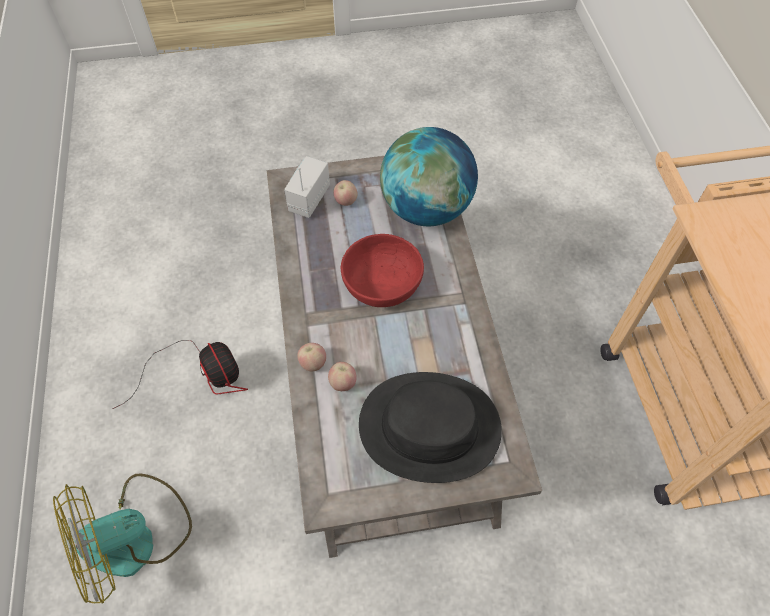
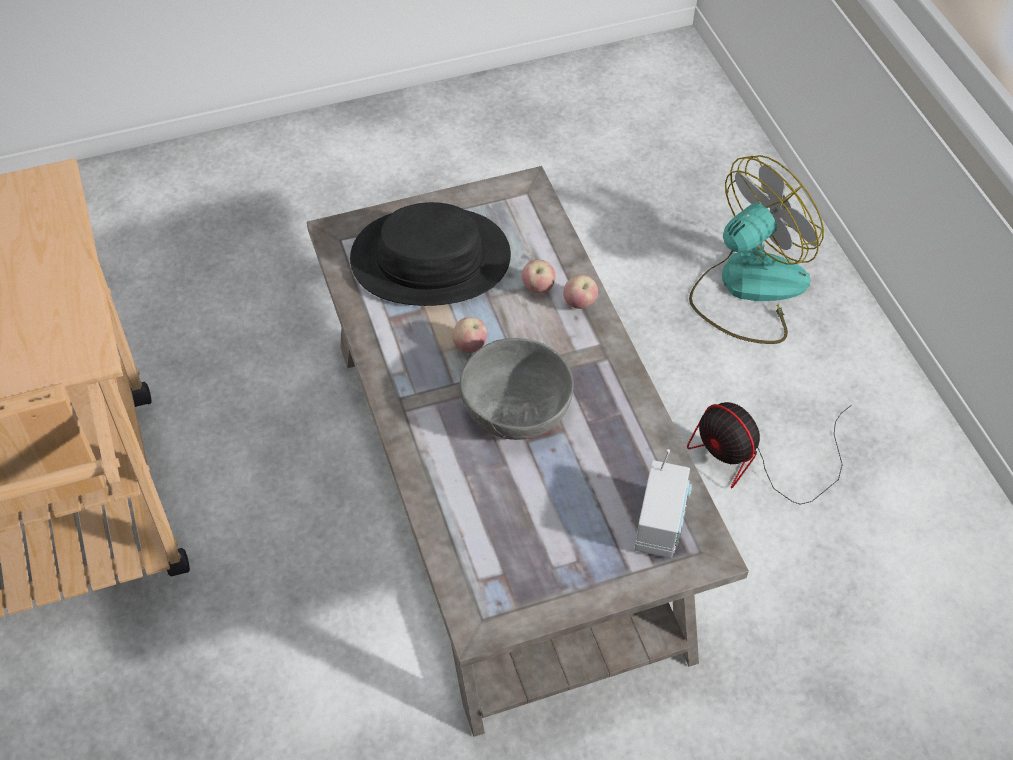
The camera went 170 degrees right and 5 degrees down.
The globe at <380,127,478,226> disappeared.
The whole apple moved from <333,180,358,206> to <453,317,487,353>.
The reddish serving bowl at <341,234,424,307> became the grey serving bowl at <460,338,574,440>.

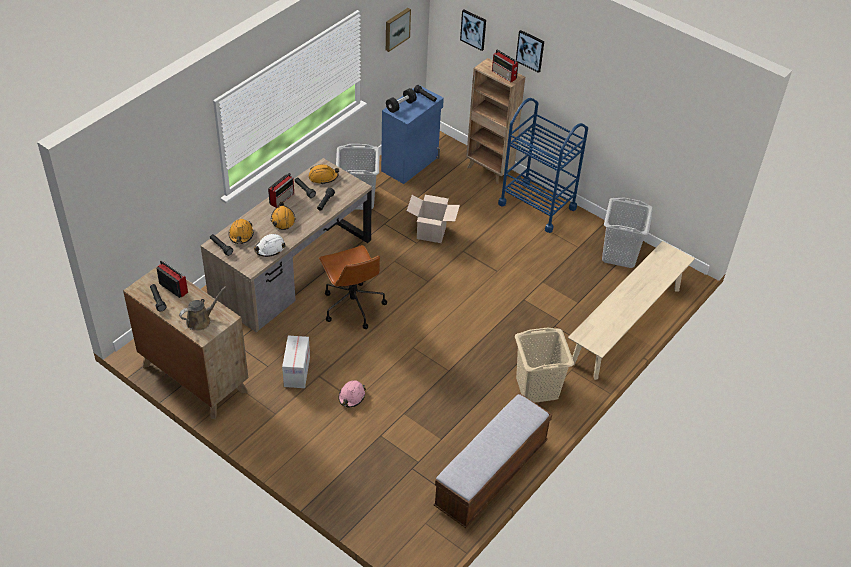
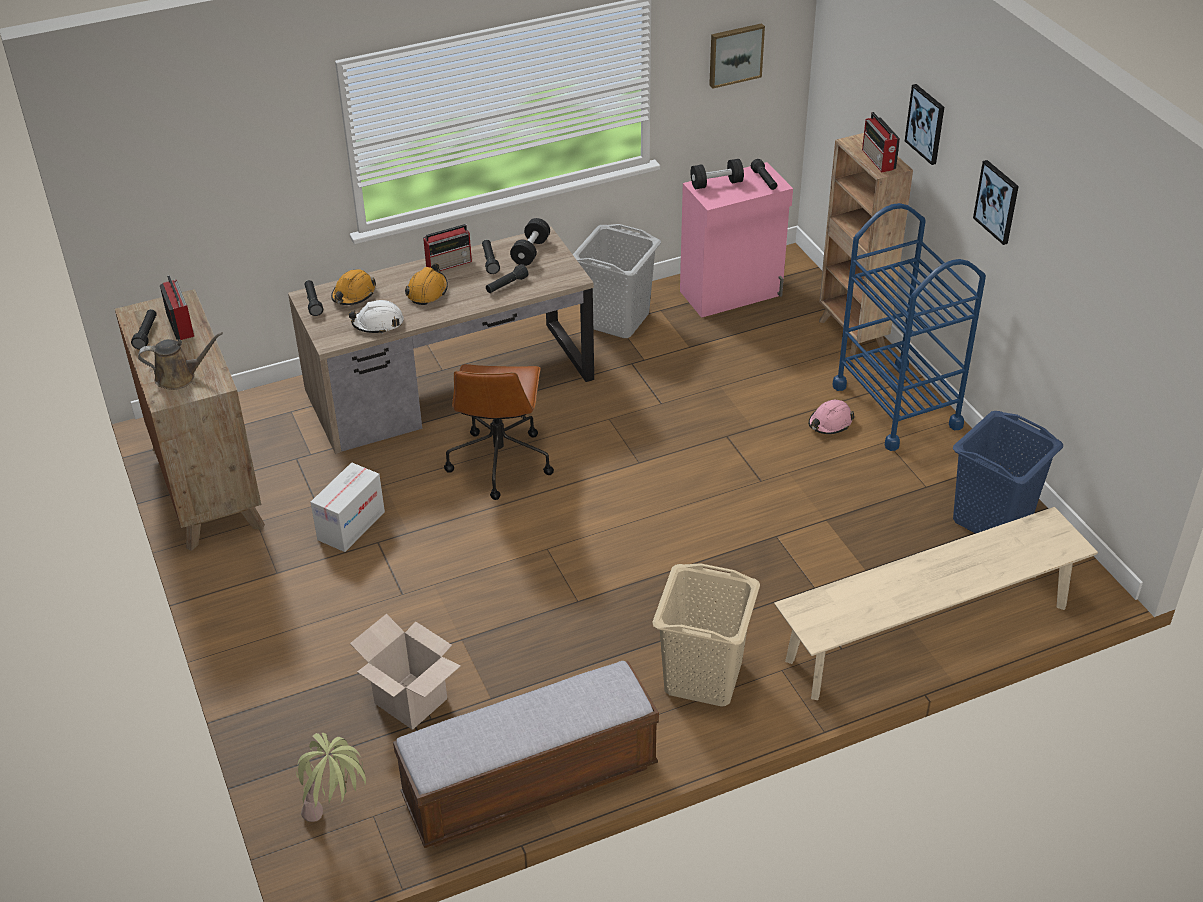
The camera went 30 degrees right and 5 degrees down.
The picture moved from <460,9,486,51> to <973,160,1019,245>.
The blue-coloured cupboard at <381,86,444,184> became the pink cupboard at <680,162,793,318>.
The orange-coloured work helmet at <309,164,339,185> was replaced by the black free weight at <510,218,550,266>.
The carton moved from <407,195,460,243> to <350,614,461,730>.
The grey washing basket at <602,198,653,268> became the blue-coloured washing basket at <953,411,1063,534>.
The pink work helmet moved from <338,380,366,407> to <808,400,854,434>.
The plant in a pot at <296,733,366,822> appeared.

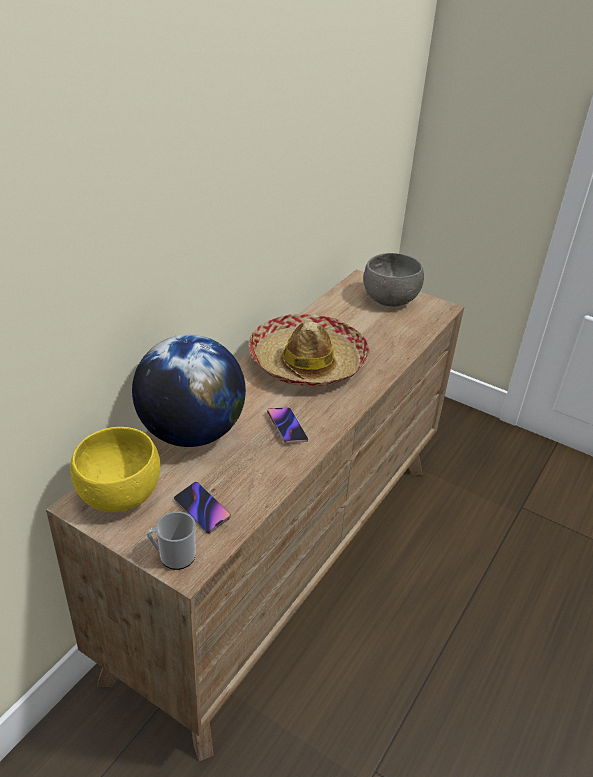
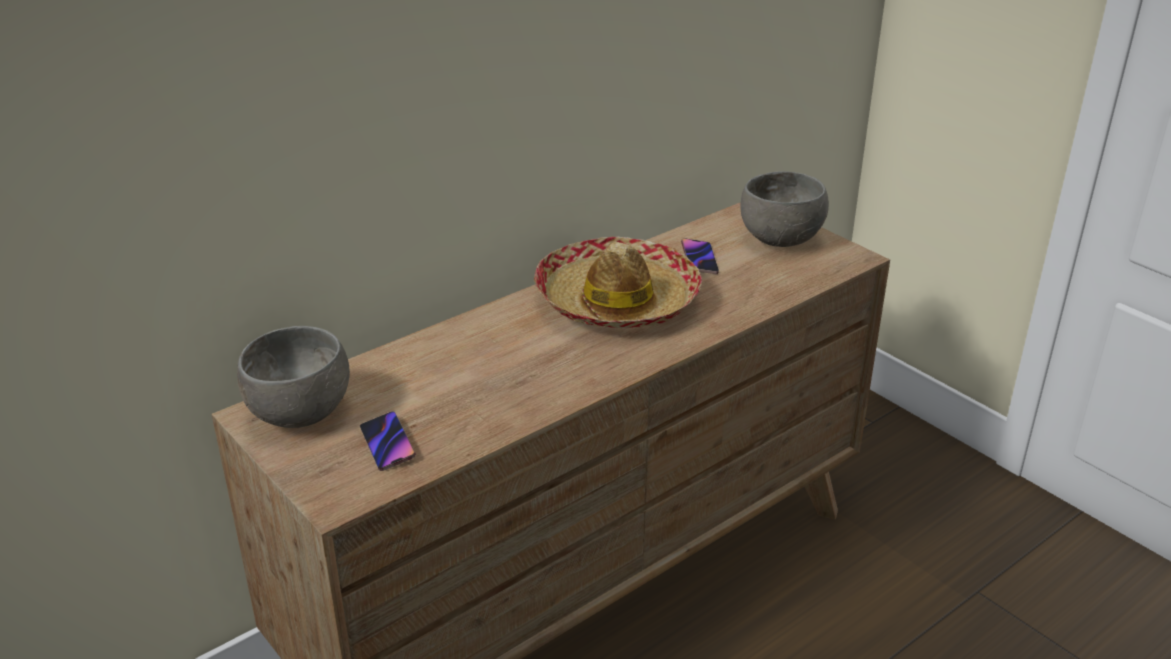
The camera went 20 degrees right and 5 degrees down.
The globe at <132,334,246,447> disappeared.
The telephone moved from <267,407,308,443> to <681,238,719,274>.
The yellow serving bowl at <70,427,160,512> became the grey serving bowl at <237,326,350,428>.
The coffee mug at <147,511,196,570> disappeared.

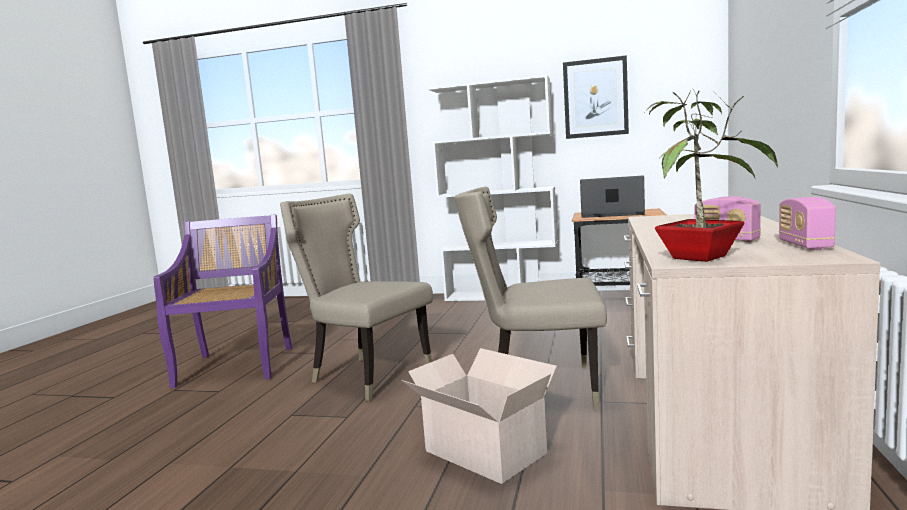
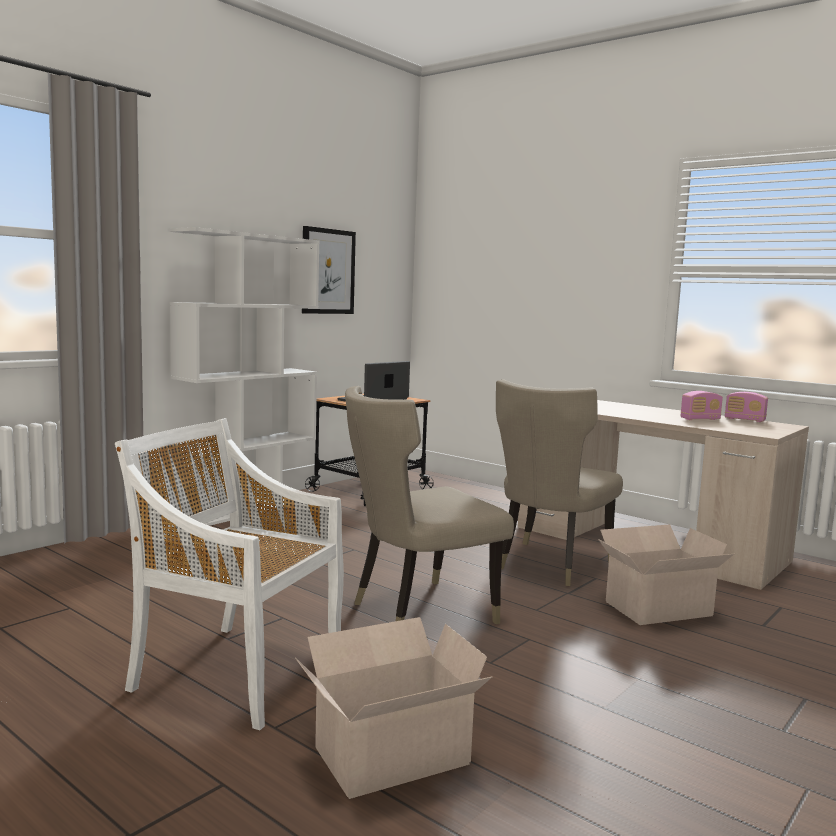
The camera went 65 degrees left and 0 degrees up.
The plant in a pot at <647,88,778,262> disappeared.
The purple-coloured upright chair at <153,214,292,388> became the whitish upright chair at <115,418,344,730>.
The carton at <295,617,492,799> appeared.

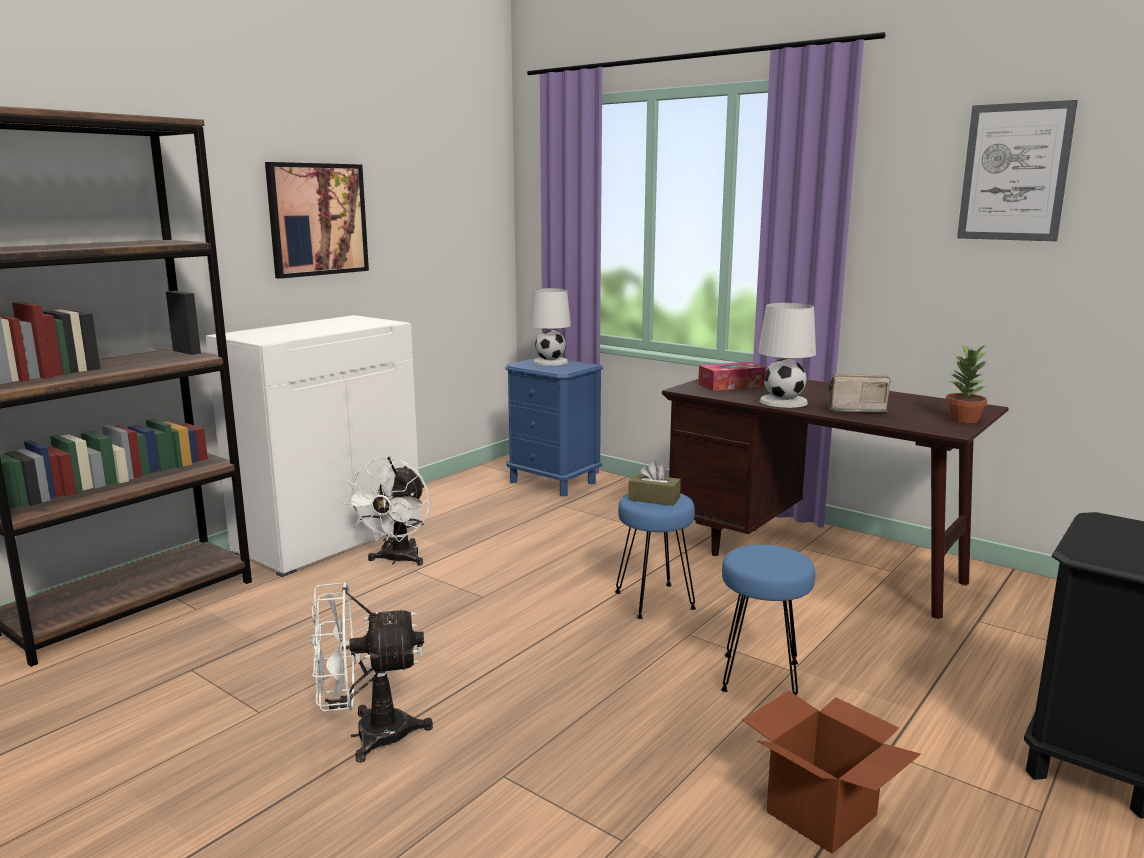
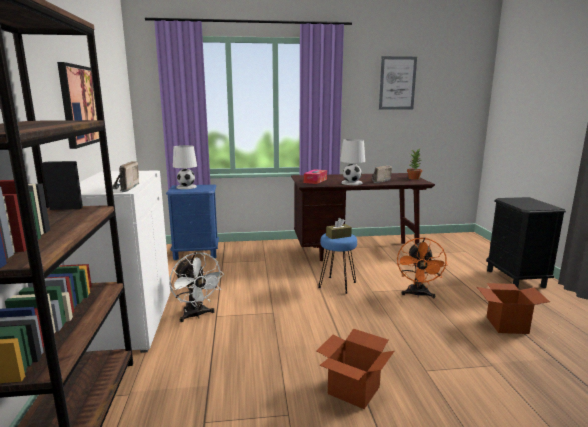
The camera went 45 degrees left and 0 degrees up.
The blue-coloured sitting stool at <721,545,815,696> was replaced by the orange-coloured cooling fan at <397,237,448,298>.
The whitish cooling fan at <310,582,433,763> was replaced by the carton at <316,329,394,409>.
The radio receiver at <112,161,139,192> appeared.

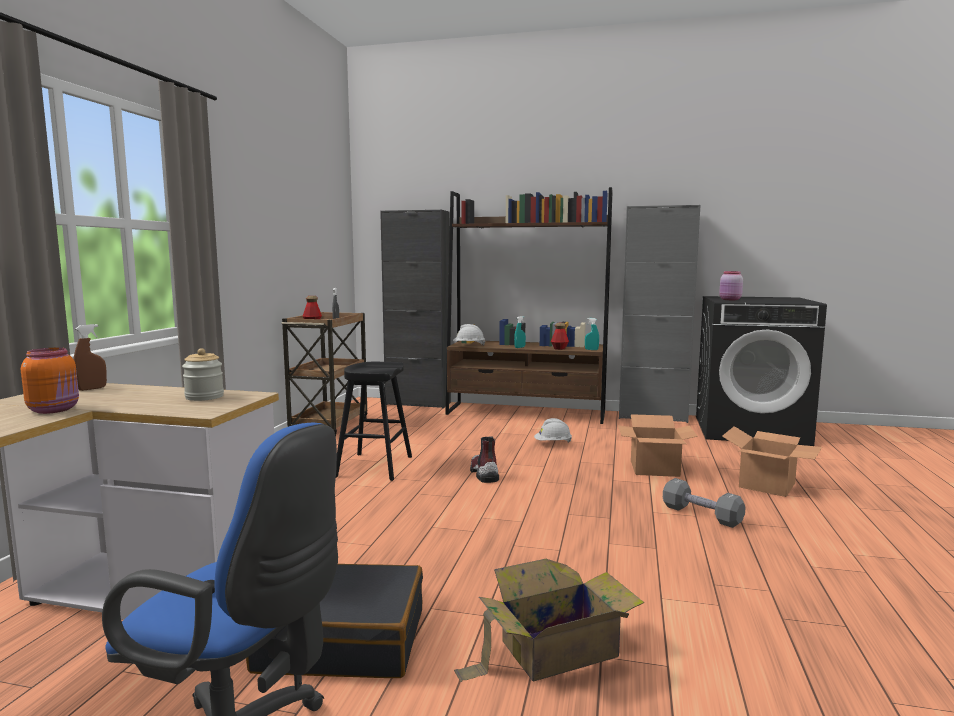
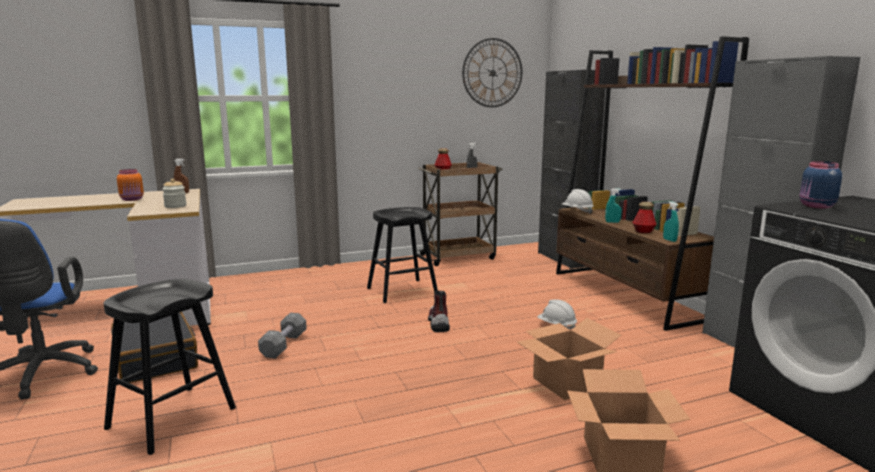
The camera went 55 degrees right and 5 degrees up.
The pink preserve jar at <719,271,743,300> became the blue-coloured preserve jar at <800,161,842,208>.
The boot at <470,436,499,483> turned 45 degrees counterclockwise.
The grey free weight moved from <663,478,746,528> to <258,313,307,358>.
The carton at <454,559,644,682> was replaced by the black sitting stool at <104,279,236,455>.
The wall clock at <462,38,522,107> appeared.

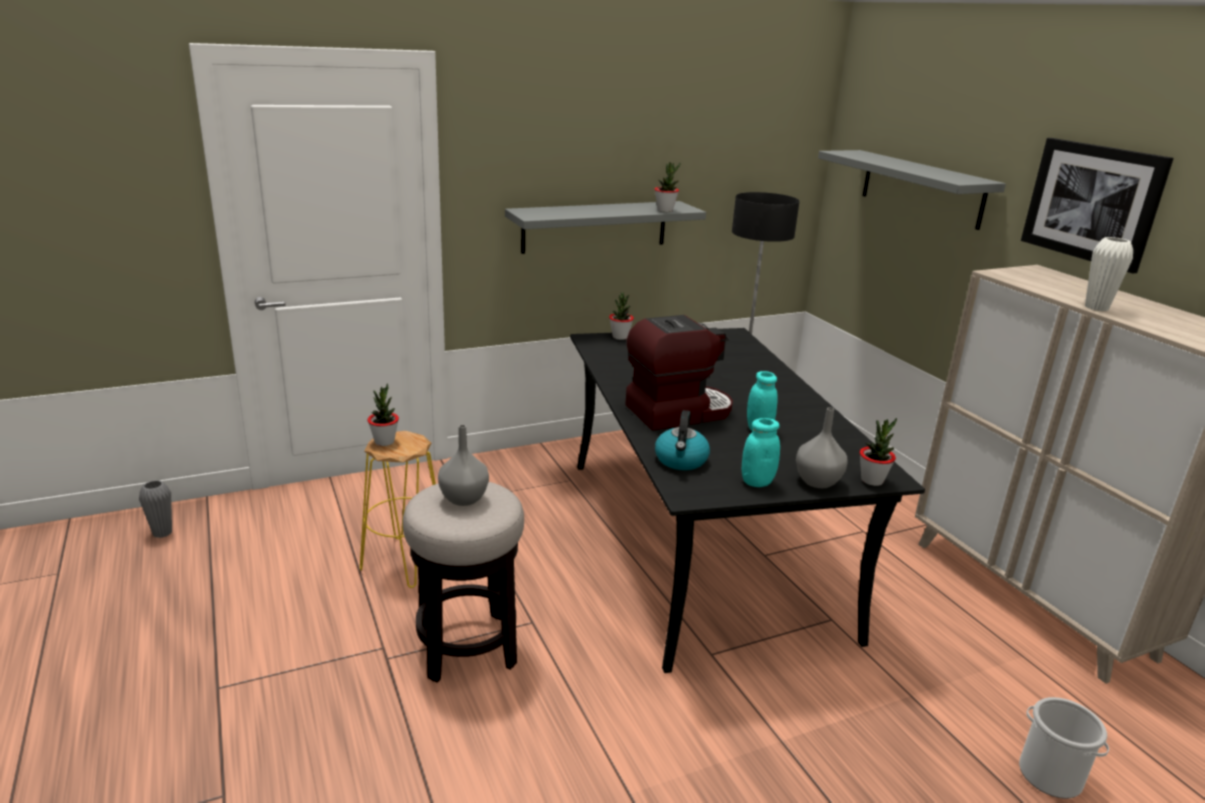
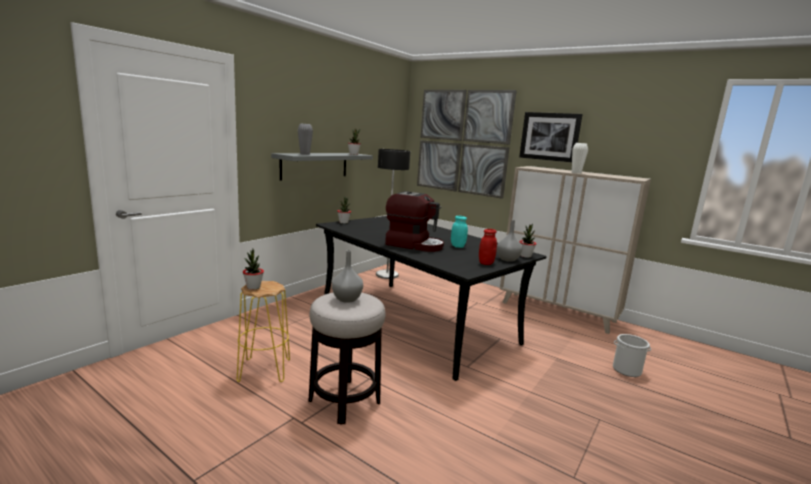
The camera went 30 degrees left and 10 degrees down.
The grey wall shelf at <818,150,1006,230> was replaced by the picture at <417,90,517,199>.
The coffee maker at <625,315,733,431> turned 75 degrees clockwise.
The kettle at <655,410,710,470> disappeared.
The turquoise-coloured preserve jar at <742,418,780,487> became the reddish preserve jar at <479,229,497,265>.
The grey vase moved from <139,480,172,538> to <298,123,313,155>.

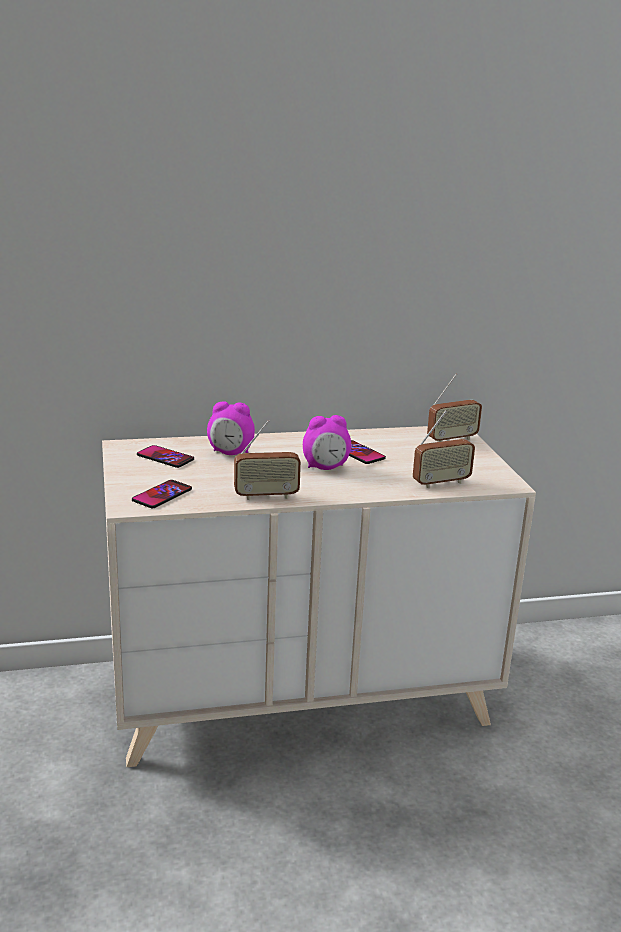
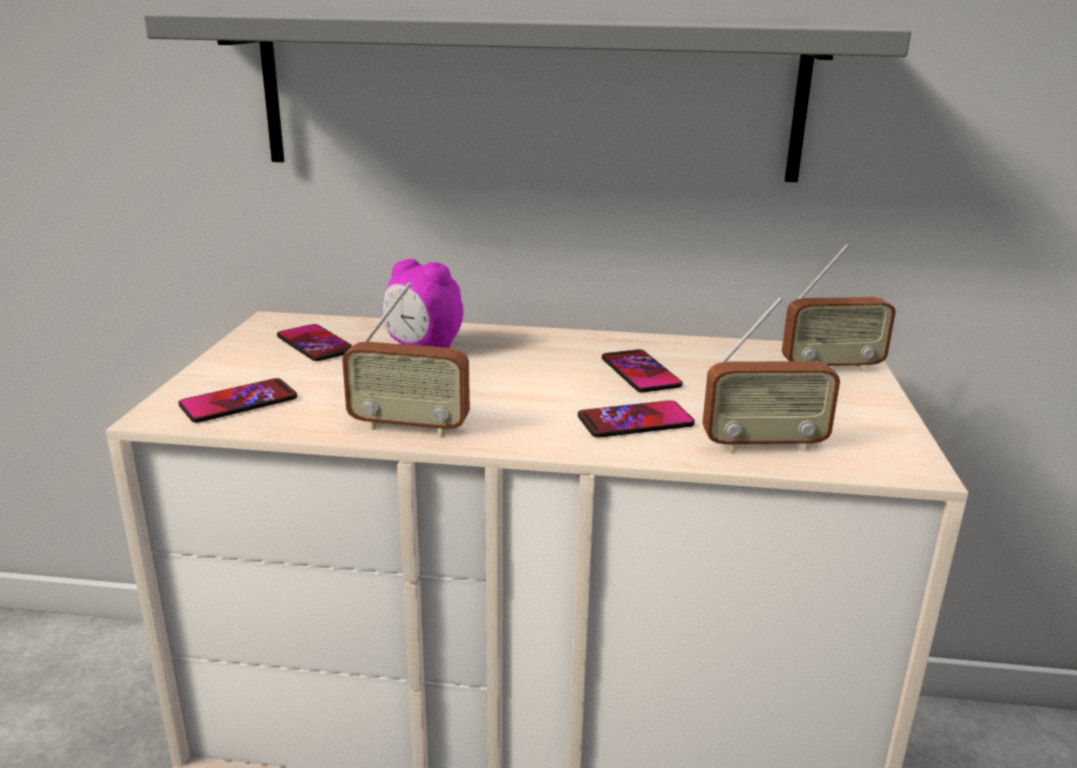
The camera went 20 degrees right and 0 degrees up.
The alarm clock at <303,415,351,470> disappeared.
The grey wall shelf at <144,13,911,182> appeared.
The telephone at <578,400,695,438> appeared.

